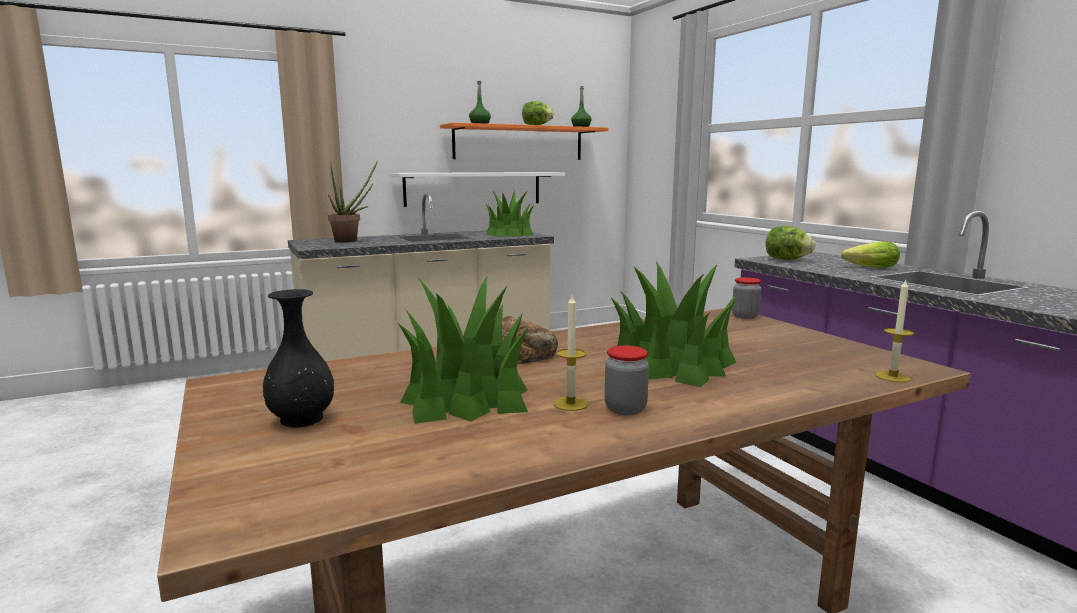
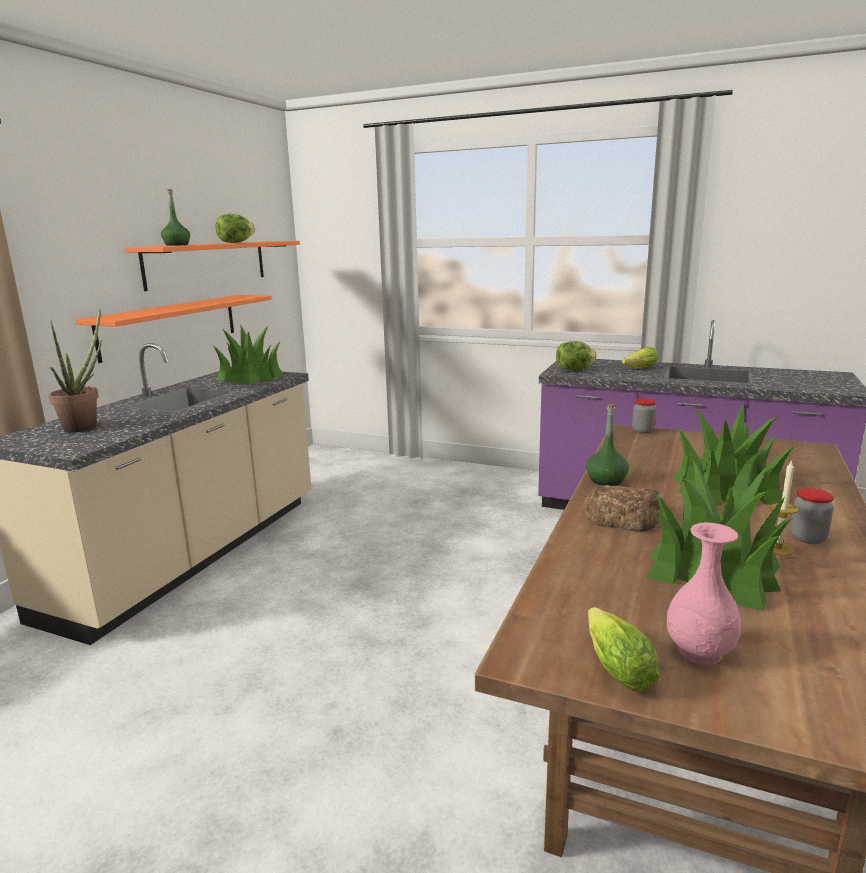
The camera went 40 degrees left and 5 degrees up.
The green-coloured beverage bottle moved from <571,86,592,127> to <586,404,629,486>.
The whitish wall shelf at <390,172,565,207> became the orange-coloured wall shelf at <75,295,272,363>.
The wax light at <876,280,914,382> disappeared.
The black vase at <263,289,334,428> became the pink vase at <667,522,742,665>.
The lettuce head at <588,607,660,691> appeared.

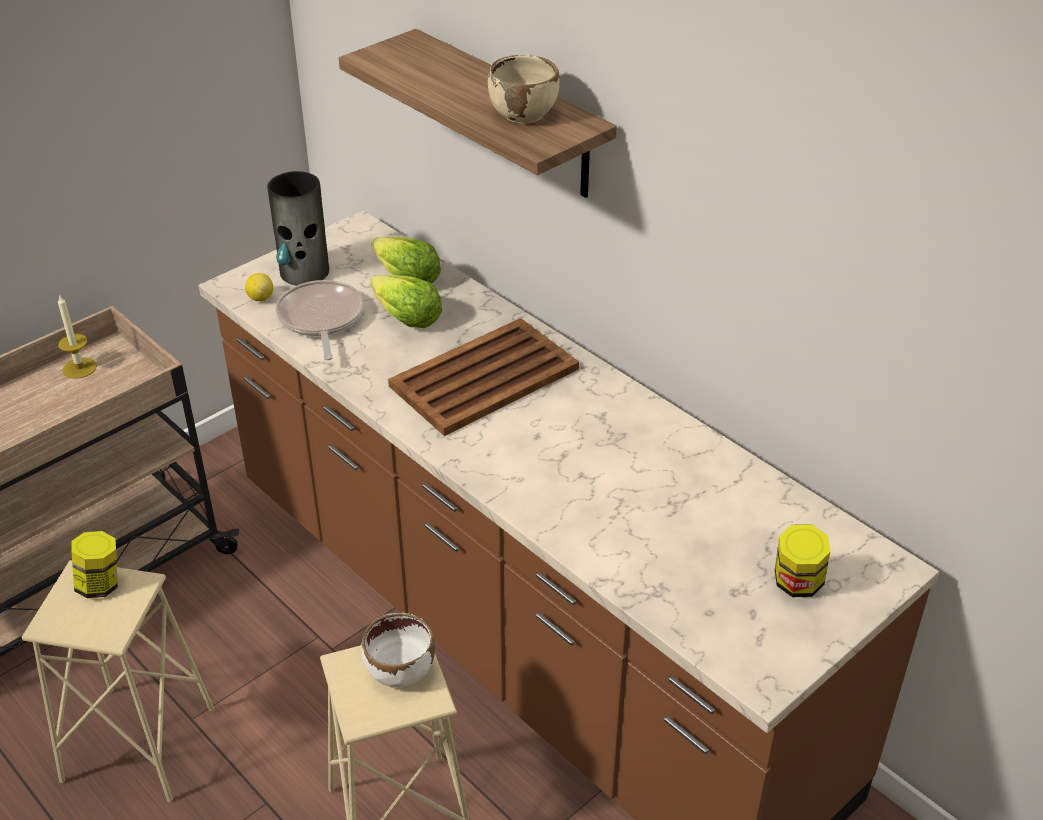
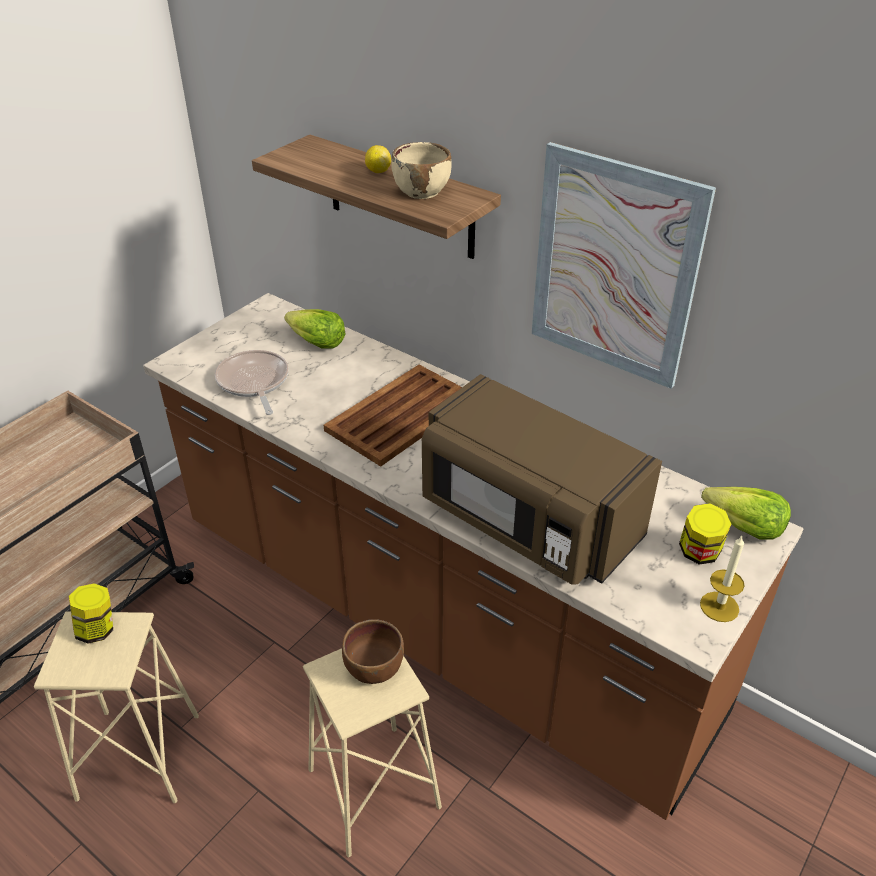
The camera went 10 degrees left and 0 degrees up.
The vase at <267,171,329,285> disappeared.
The citrus fruit moved from <245,273,273,301> to <365,145,391,173>.
The lettuce head moved from <370,275,442,328> to <701,487,791,540>.
The wax light moved from <58,294,97,379> to <700,536,745,622>.
The whitish serving bowl at <361,613,435,687> became the brownish serving bowl at <342,619,404,684>.
The picture at <532,142,716,389> appeared.
The brownish microwave at <422,374,662,585> appeared.

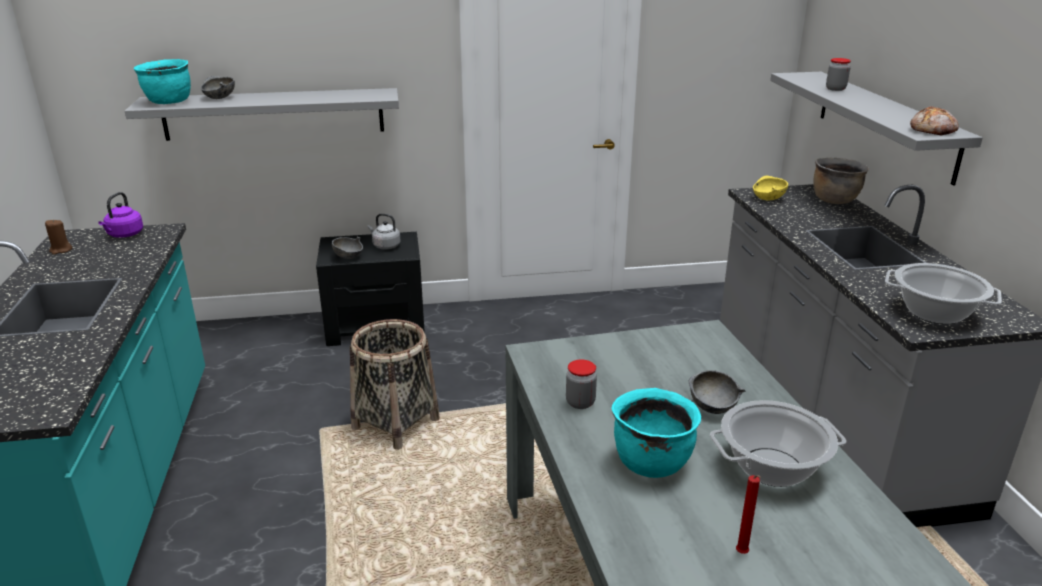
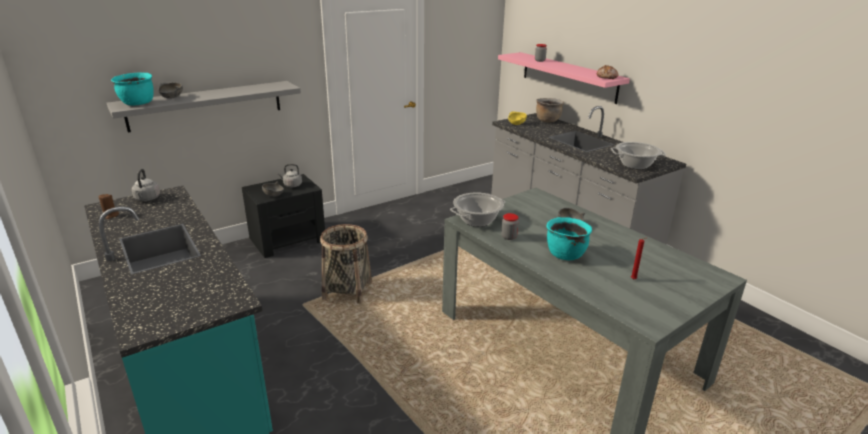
The camera went 25 degrees left and 0 degrees up.
The grey wall shelf at <770,72,983,186> became the pink wall shelf at <498,52,630,104>.
The purple-coloured kettle at <98,192,143,238> became the grey kettle at <132,169,160,201>.
The stockpot moved from <710,400,846,487> to <450,192,506,227>.

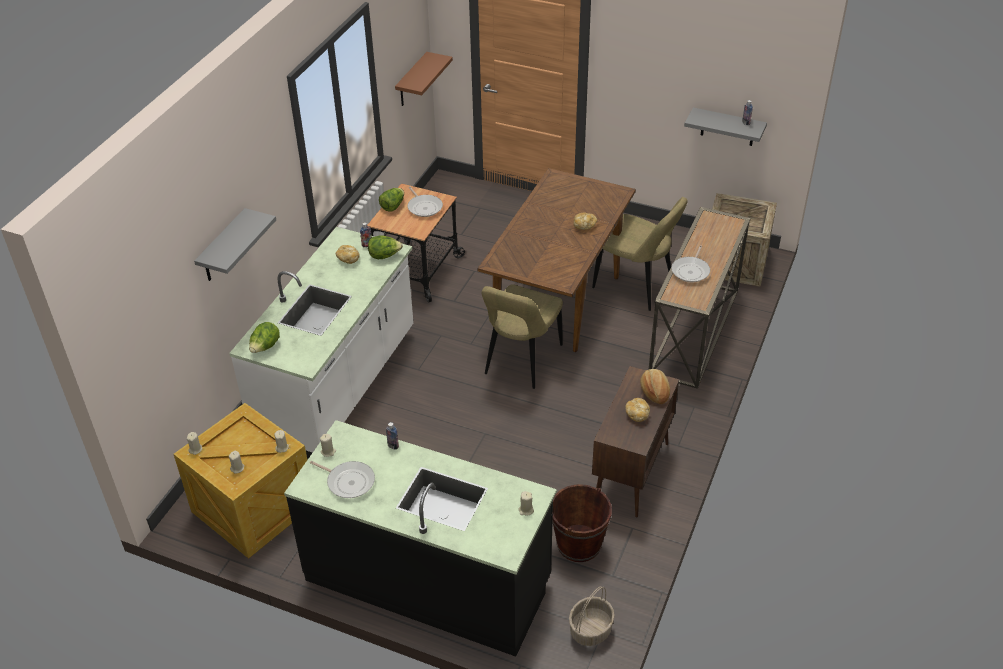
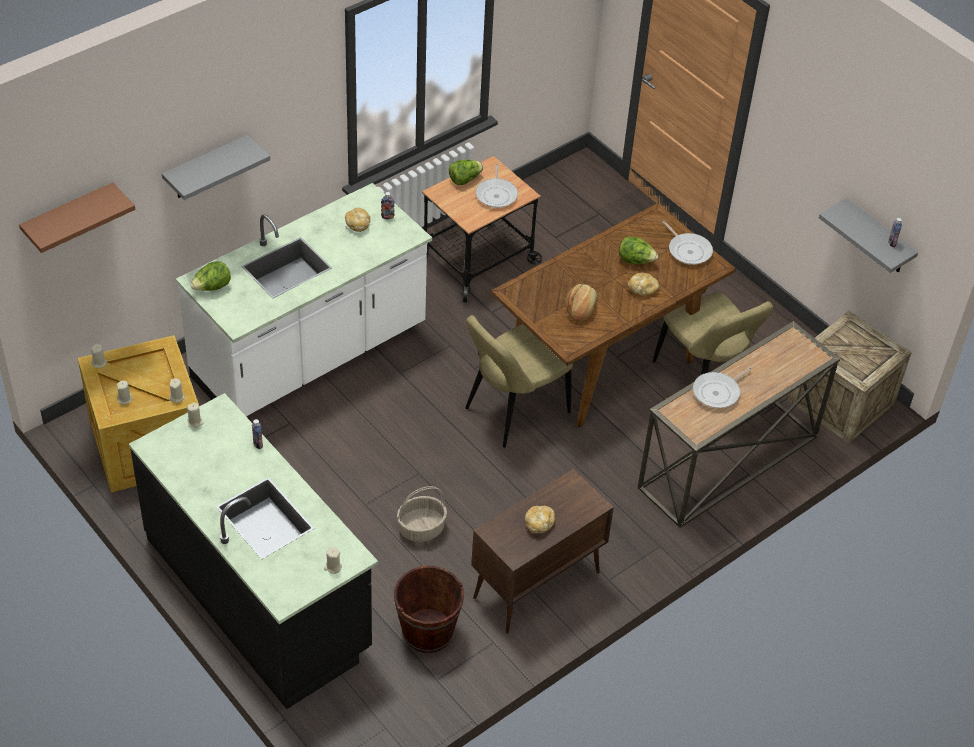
The camera went 25 degrees right and 5 degrees up.
The brownish wall shelf moved from <395,52,453,106> to <19,182,135,253>.
The lettuce head moved from <368,235,403,259> to <619,236,658,264>.
The baked bread moved from <640,369,670,404> to <566,284,597,323>.
The pan moved from <310,461,375,498> to <663,221,713,265>.
The storage basket moved from <569,586,615,646> to <397,486,447,542>.

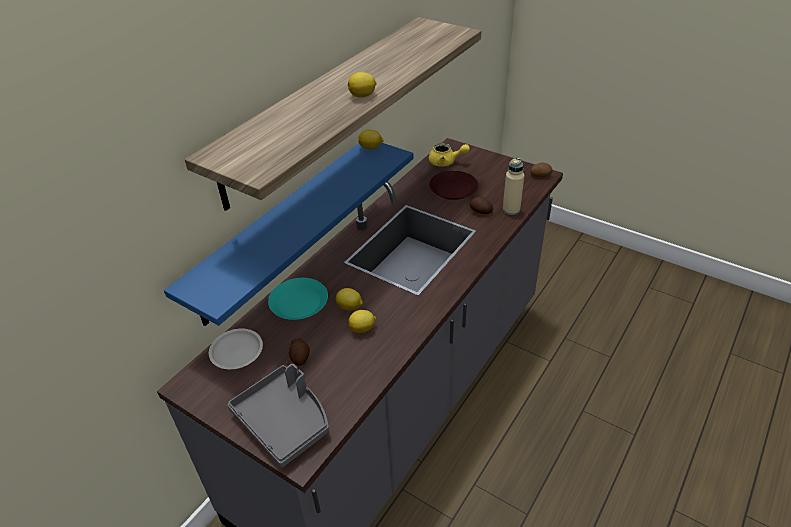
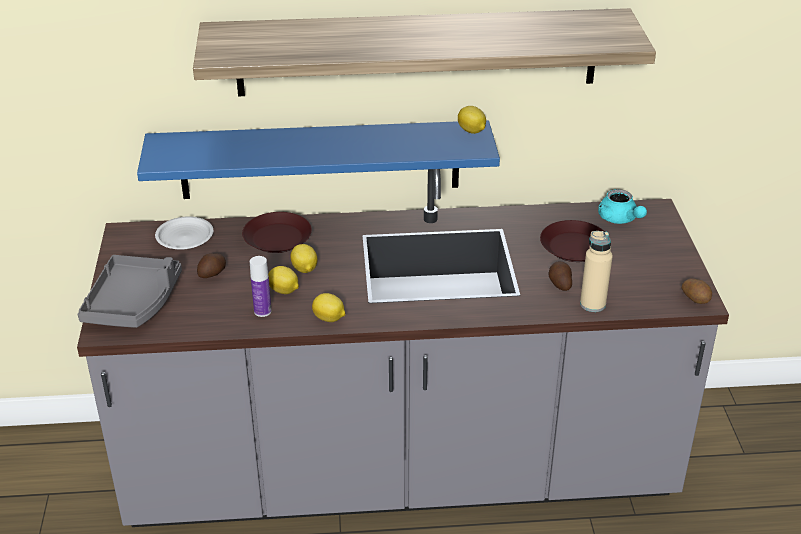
The camera went 50 degrees right and 5 degrees down.
The citrus fruit moved from <348,72,377,98> to <312,293,346,322>.
The yellow pot for tea at <429,143,470,167> became the turquoise-coloured pot for tea at <598,189,647,224>.
The turquoise-coloured flat dish at <268,278,328,320> became the brownish flat dish at <242,212,312,253>.
The beverage bottle at <250,256,271,317> appeared.

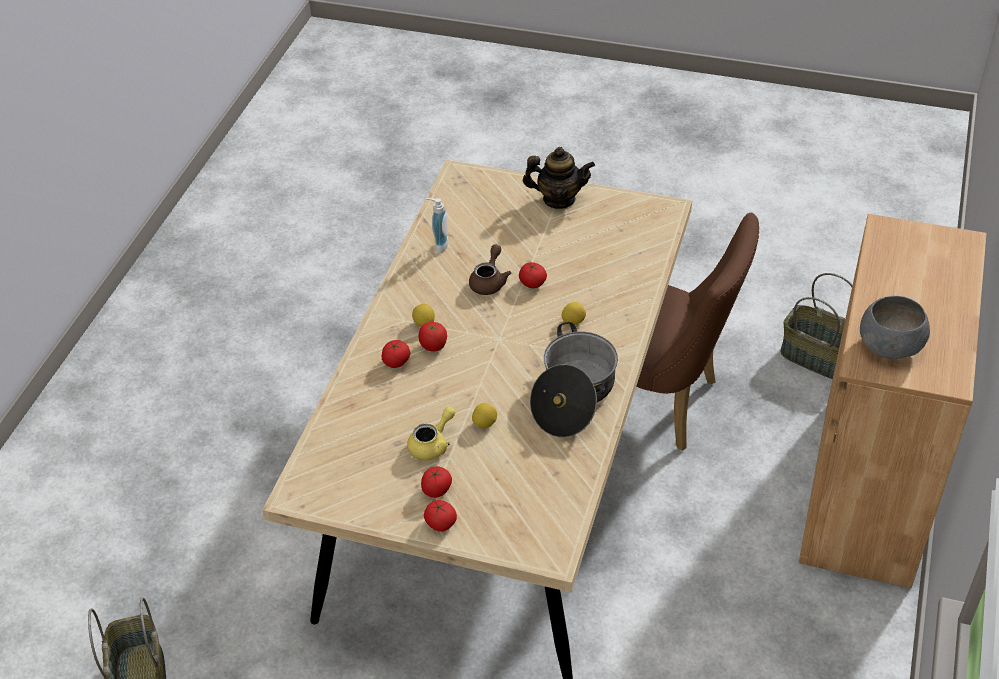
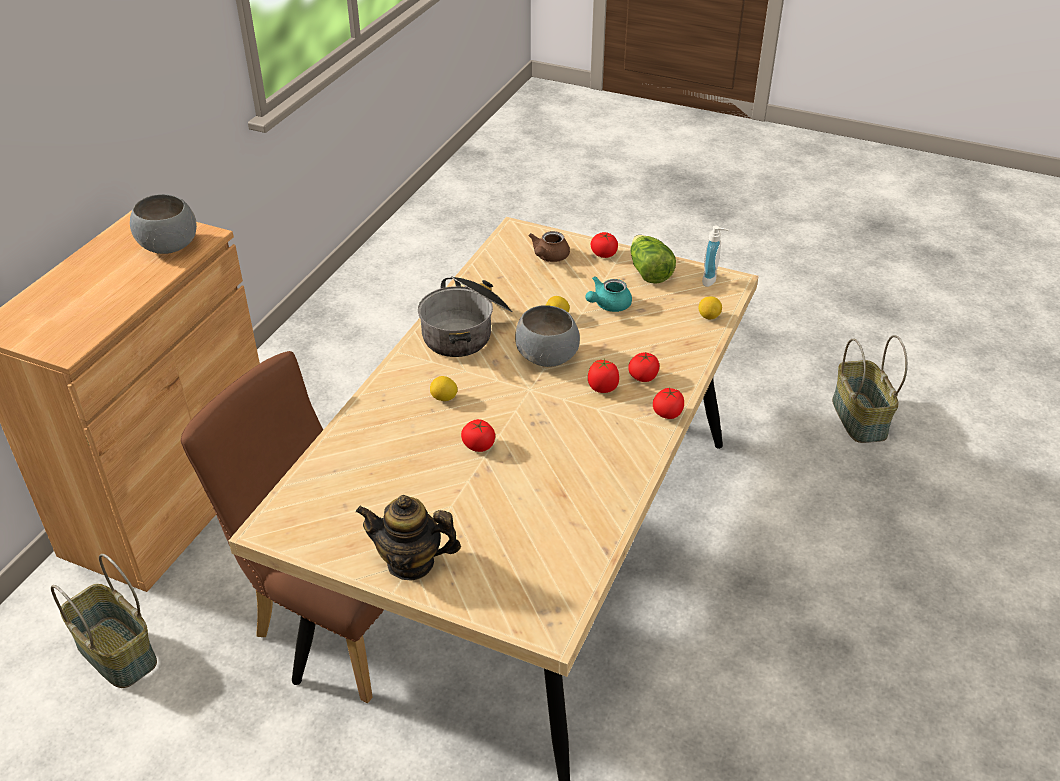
The camera went 175 degrees left and 5 degrees down.
The soap bottle moved from <426,198,448,253> to <702,226,729,287>.
The brownish pot for tea moved from <469,244,511,295> to <528,231,570,262>.
The citrus fruit moved from <412,304,435,327> to <699,296,722,319>.
The yellow pot for tea at <407,407,455,461> became the turquoise-coloured pot for tea at <585,276,632,312>.
The whole tomato moved from <421,466,452,498> to <653,387,684,419>.
The lettuce head at <630,235,676,283> appeared.
The grey serving bowl at <515,306,580,367> appeared.

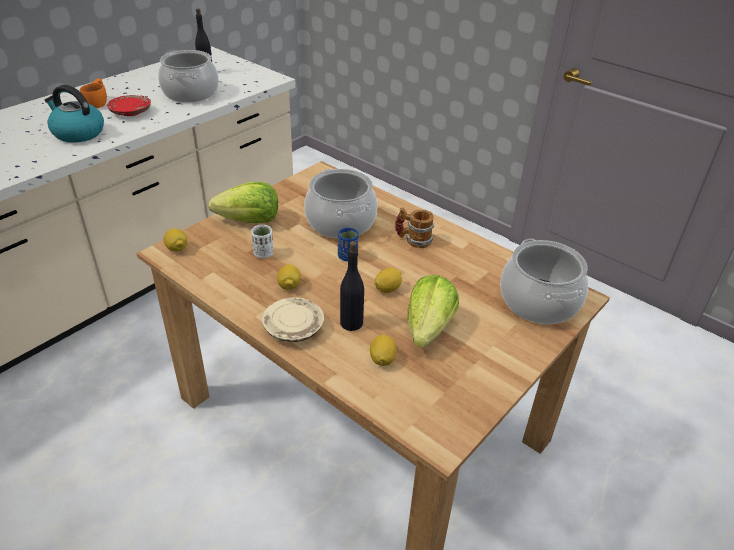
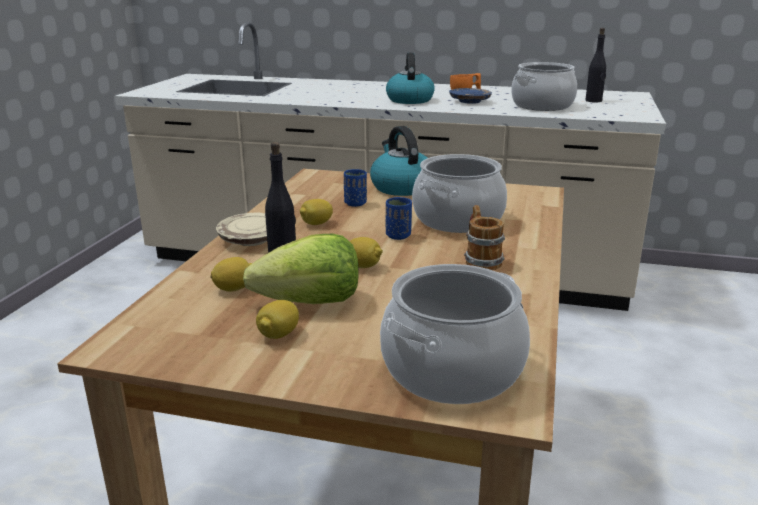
The camera went 65 degrees right and 15 degrees down.
The reddish flat dish at <107,95,151,116> became the blue-coloured flat dish at <449,88,492,104>.
The lettuce head at <209,182,278,223> was replaced by the kettle at <370,126,427,196>.
The whitish small cup at <251,225,273,259> became the blue-coloured small cup at <344,169,367,207>.
The citrus fruit moved from <164,228,187,252> to <256,300,299,339>.

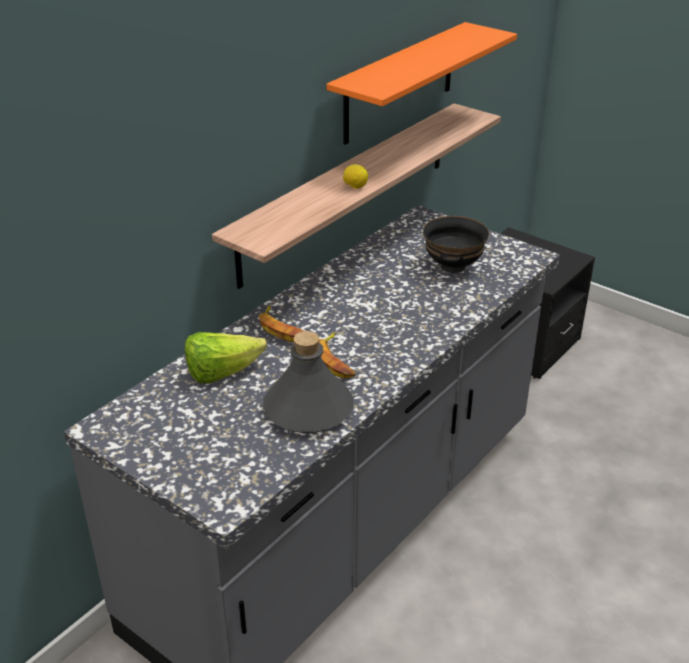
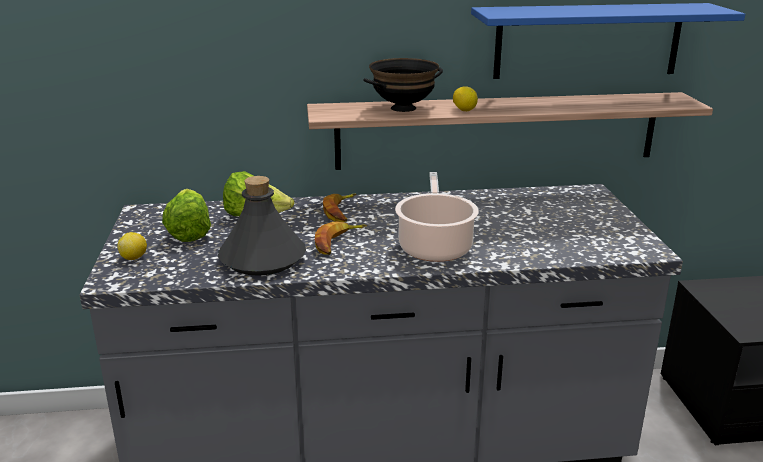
The camera went 45 degrees right and 10 degrees down.
The orange-coloured wall shelf at <326,22,517,145> became the blue-coloured wall shelf at <471,3,745,79>.
The black serving bowl moved from <423,216,489,273> to <363,58,443,112>.
The stockpot at <395,172,479,262> appeared.
The lettuce head at <162,189,211,242> appeared.
The citrus fruit at <117,232,147,260> appeared.

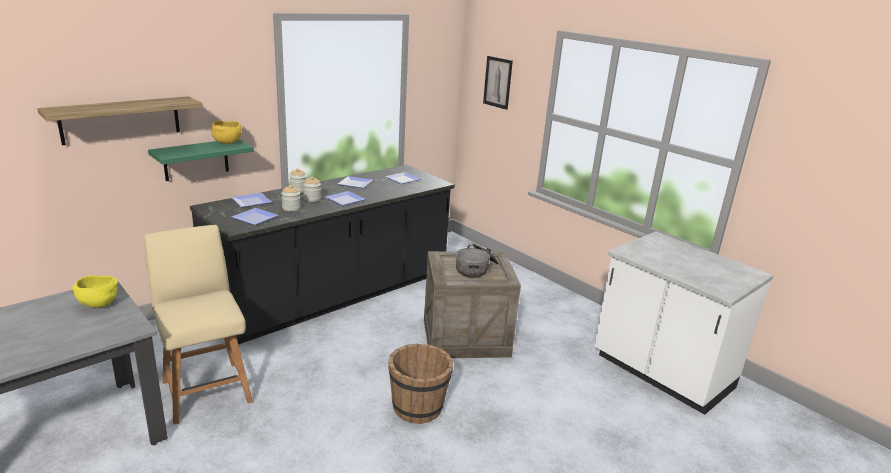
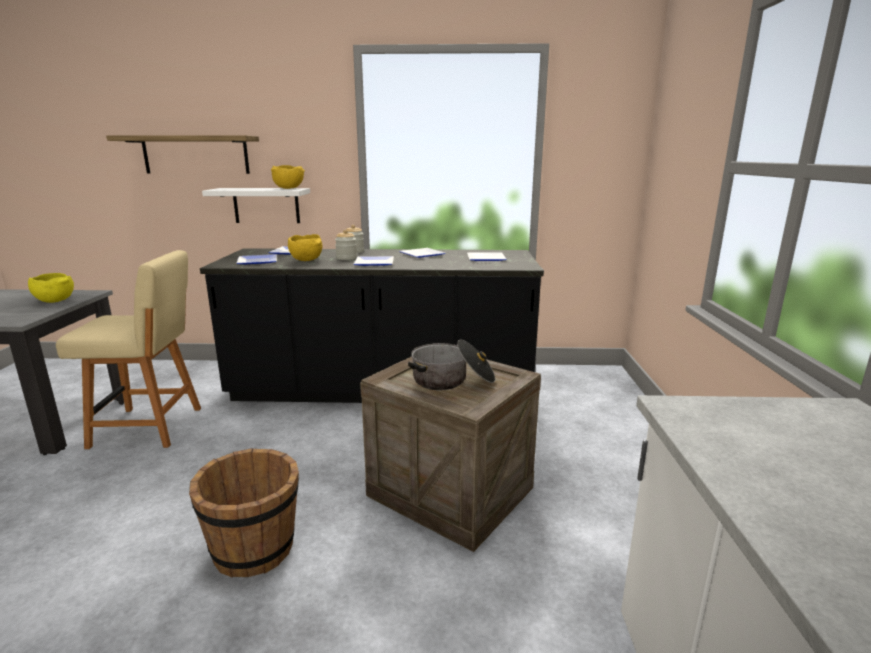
The camera went 45 degrees right and 5 degrees down.
The picture at <483,56,513,110> disappeared.
The green-coloured wall shelf at <148,139,254,181> became the whitish wall shelf at <202,188,310,223>.
The preserve jar at <281,185,301,211> was replaced by the yellow serving bowl at <288,234,322,261>.
The beige-coloured upright chair at <144,225,253,424> turned 75 degrees clockwise.

